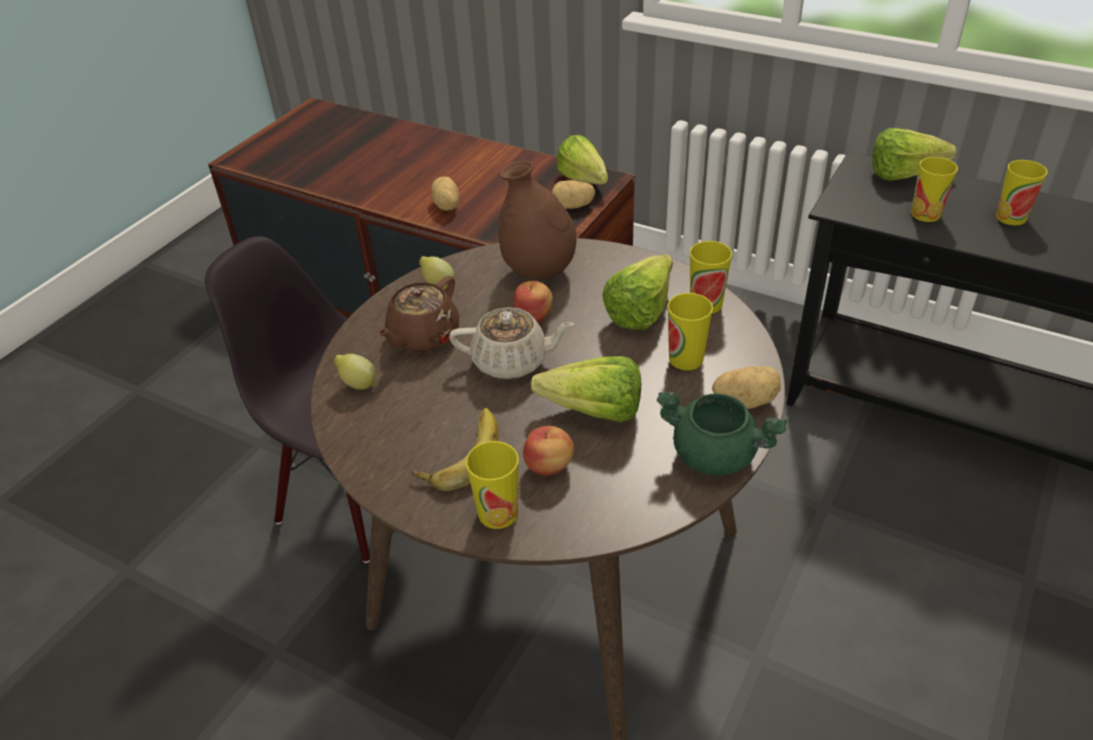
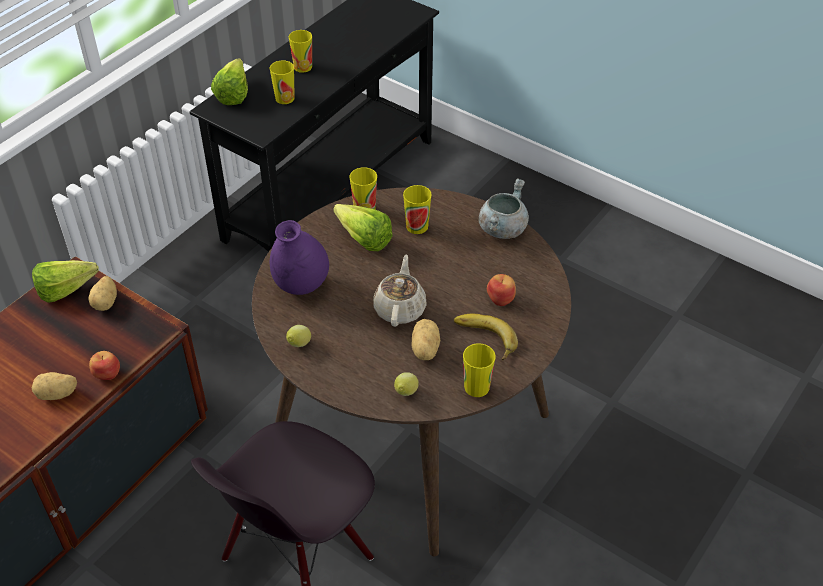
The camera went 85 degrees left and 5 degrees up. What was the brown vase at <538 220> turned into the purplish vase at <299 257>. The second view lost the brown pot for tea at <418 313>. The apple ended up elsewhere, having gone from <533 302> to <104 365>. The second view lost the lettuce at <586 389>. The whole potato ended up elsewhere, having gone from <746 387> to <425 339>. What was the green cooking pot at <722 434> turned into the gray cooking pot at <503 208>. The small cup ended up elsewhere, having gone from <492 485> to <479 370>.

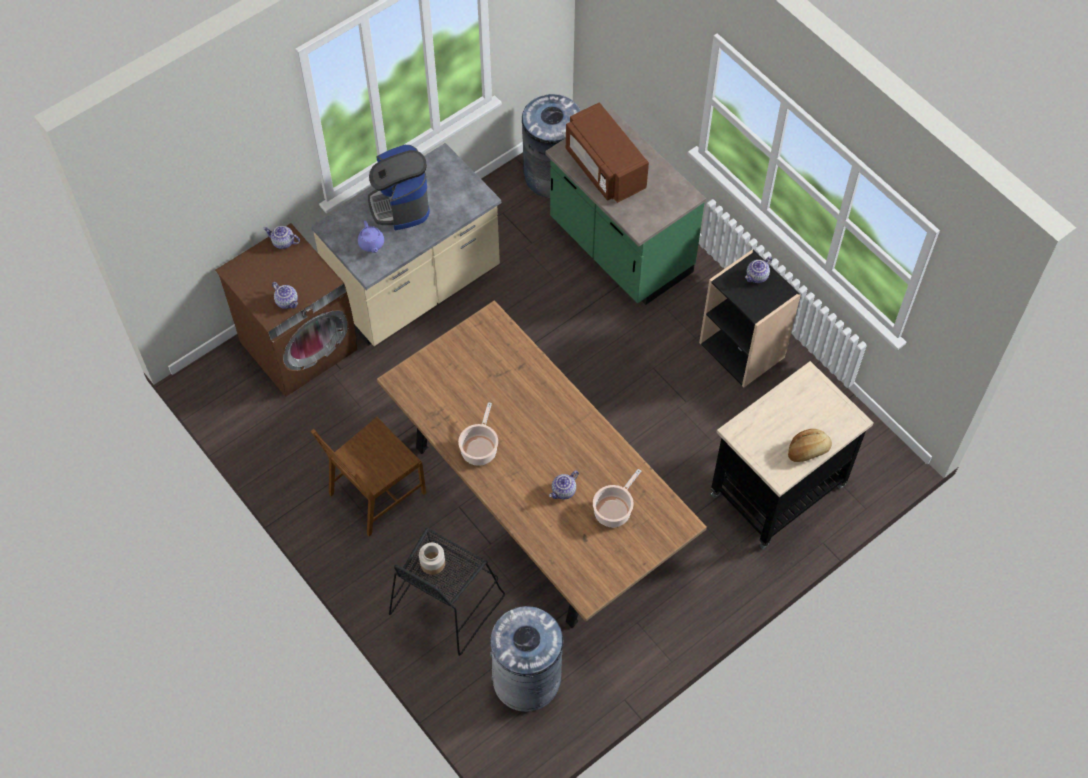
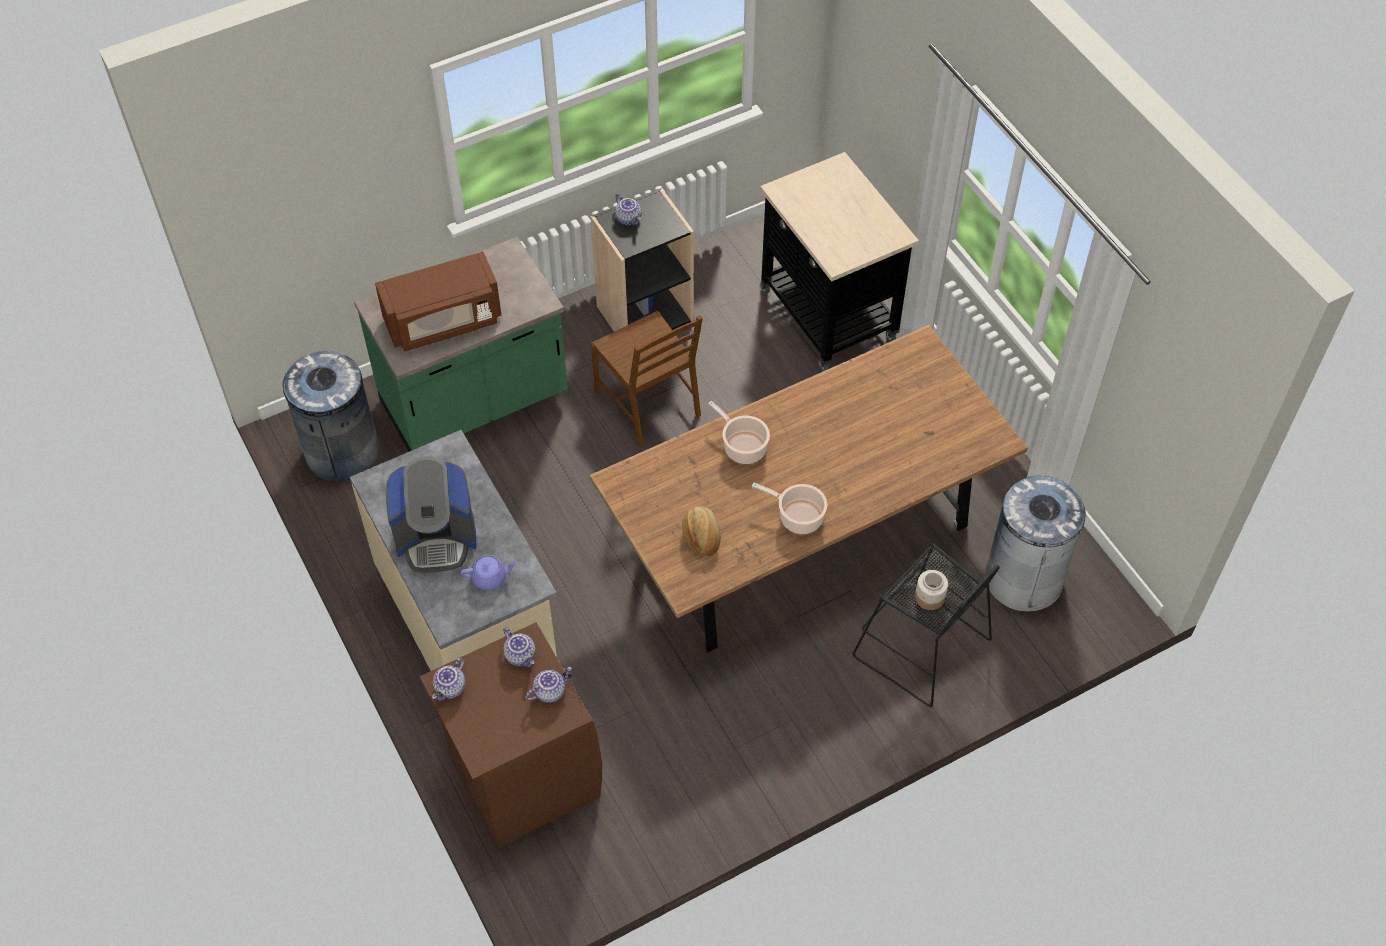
The camera went 80 degrees left and 5 degrees down. The brown chair ended up elsewhere, having gone from <368 476> to <647 379>. The bread ended up elsewhere, having gone from <810 445> to <701 531>. The cooking pot ended up elsewhere, having gone from <617 498> to <739 432>. The pot for tea ended up elsewhere, having gone from <564 484> to <519 647>.

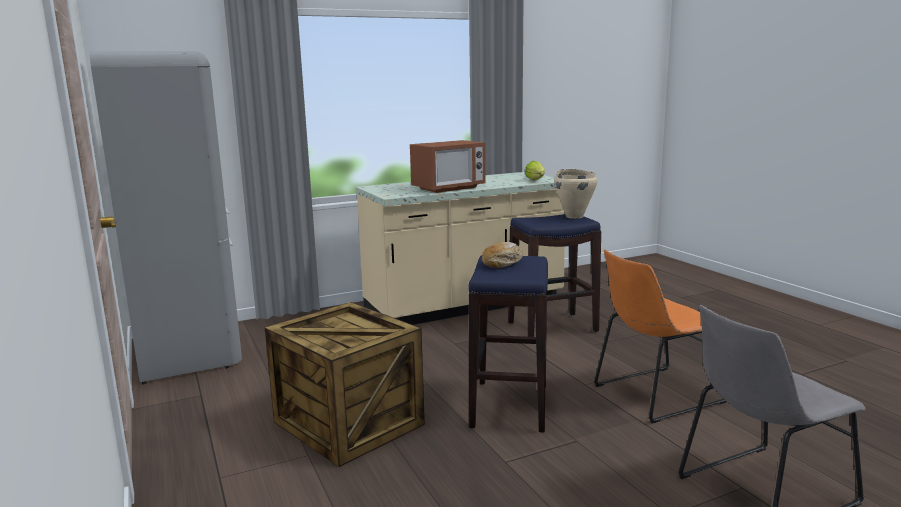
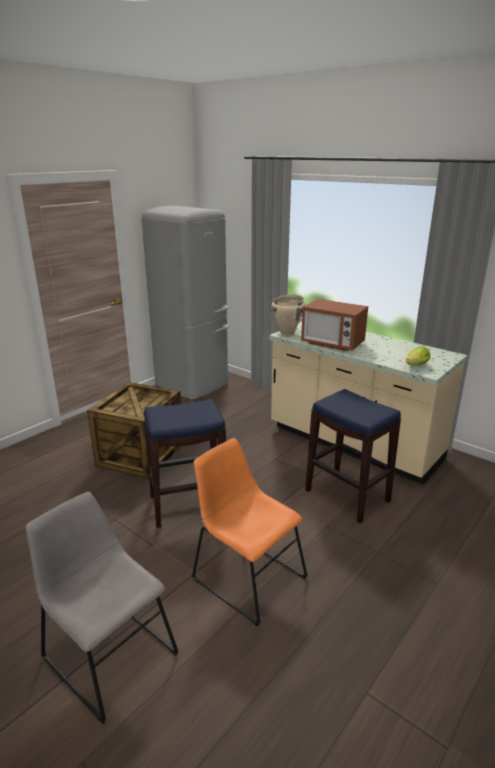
The camera went 65 degrees right and 10 degrees up. The sand-coloured cooking pot ended up elsewhere, having gone from <575 194> to <288 315>. The second view lost the bread at <502 255>.

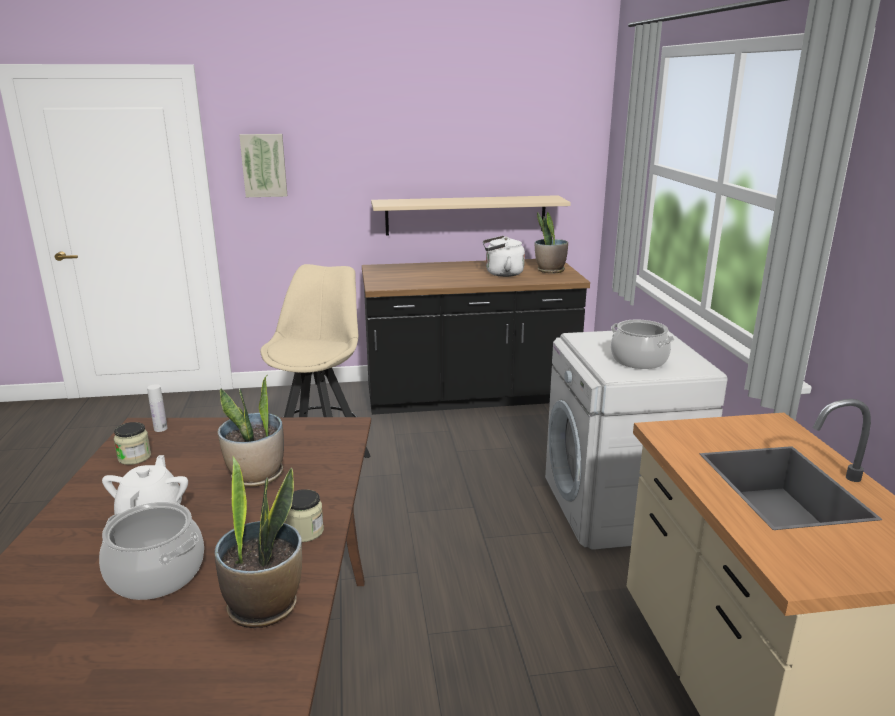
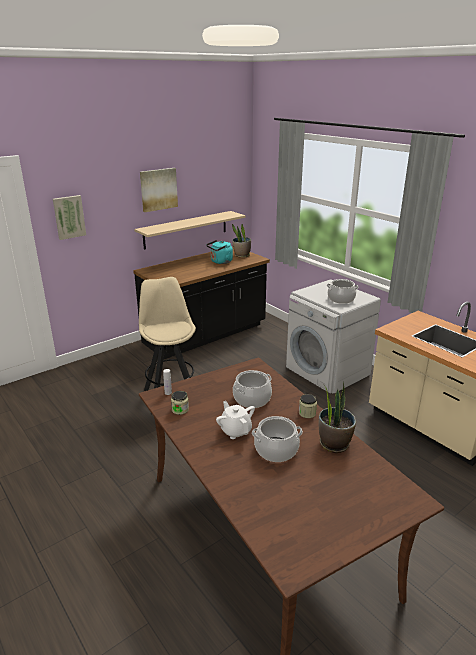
The camera went 30 degrees left and 5 degrees up. What was the whitish water kettle at <504 256> turned into the turquoise water kettle at <219 252>. Where the plant in a pot stood at <250 431>, the cooking pot came to stand at <252 389>. The second view gained the wall picture at <159 190>.

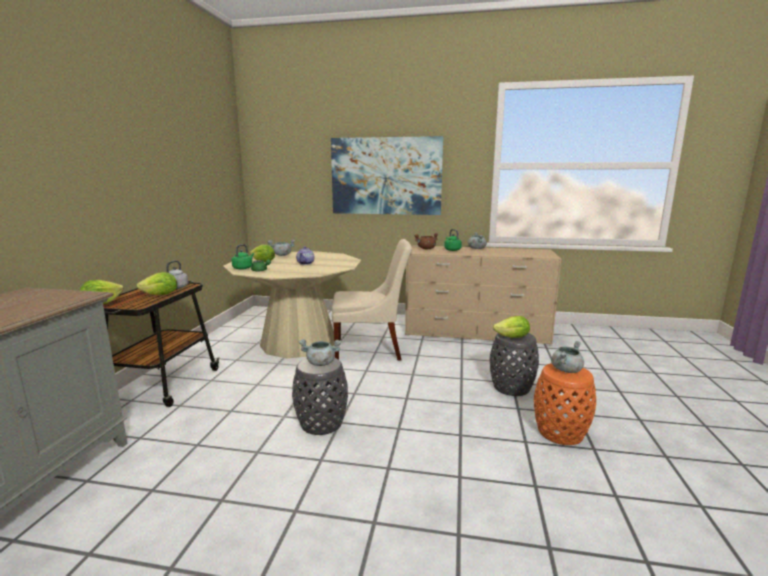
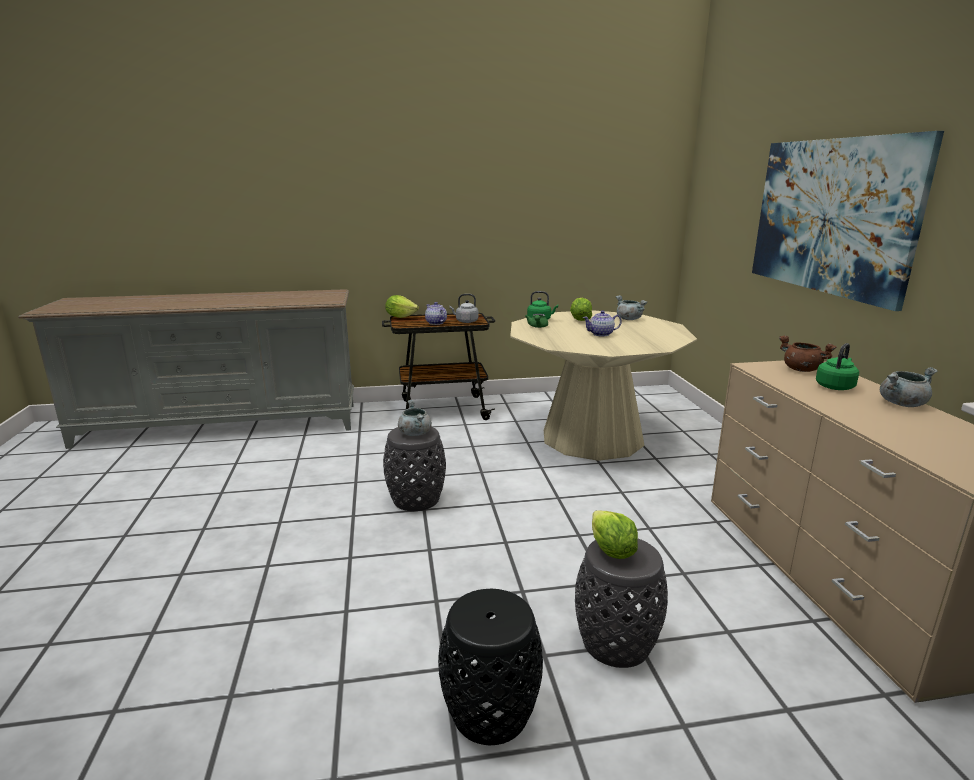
The camera went 70 degrees right and 5 degrees up. The second view lost the sand-coloured chair at <372 300>. Where the lettuce stood at <157 283>, the pot for tea came to stand at <436 313>. The second view lost the gray cooking pot at <567 357>. What was the orangey stool seat at <565 404> turned into the black stool seat at <490 667>.

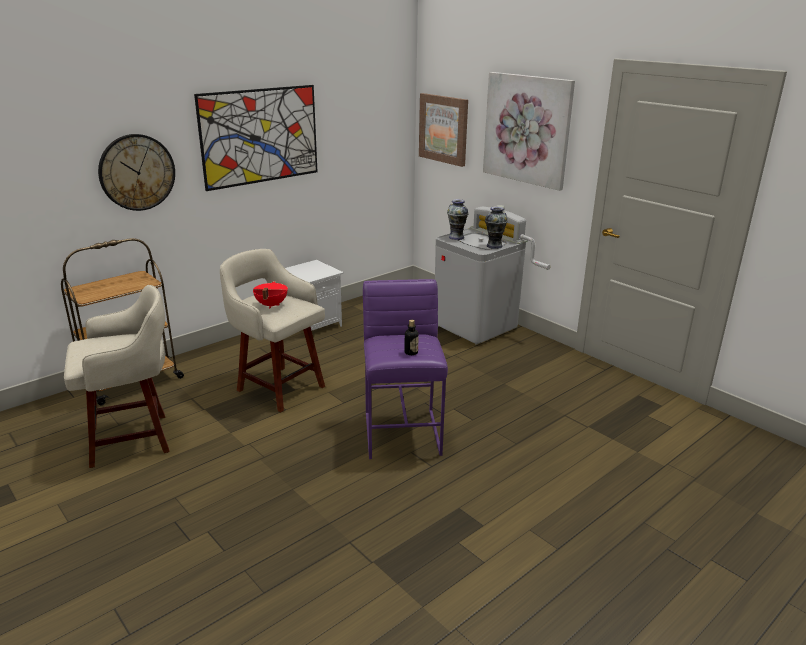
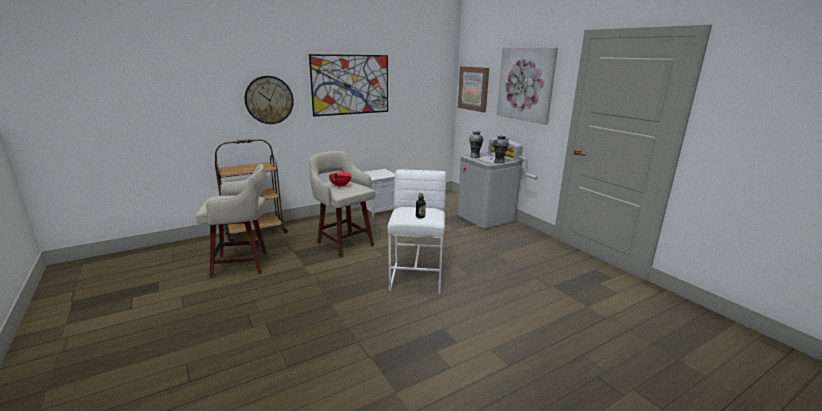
The camera went 10 degrees right and 5 degrees down. What was the purplish stool seat at <405 369> turned into the whitish stool seat at <416 231>.

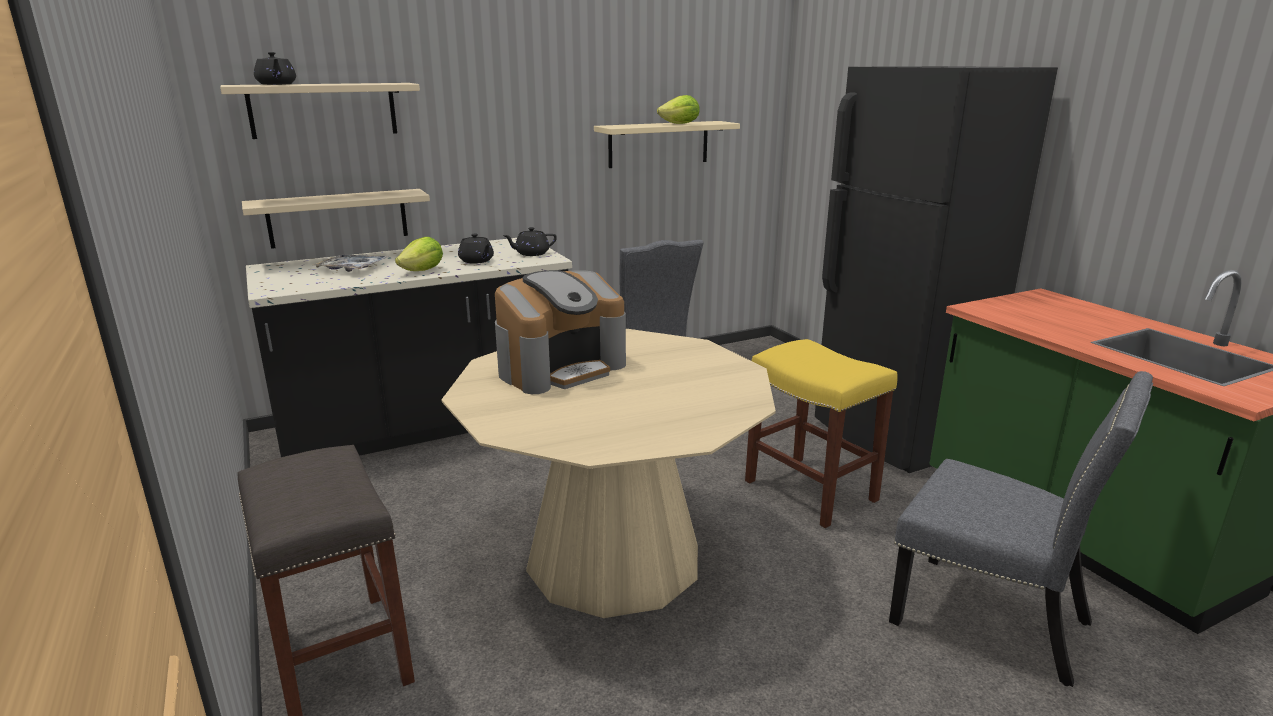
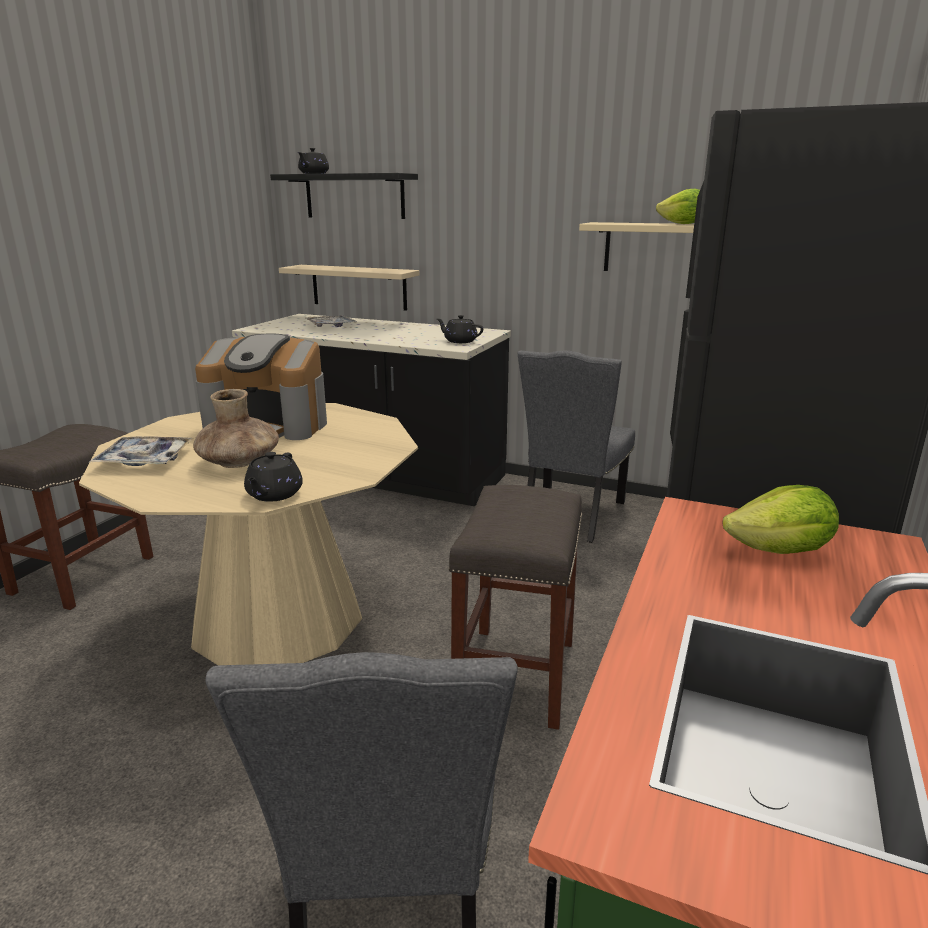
The camera went 50 degrees right and 0 degrees up. What was the sand-coloured bracket shelf at <320 111> turned into the black bracket shelf at <344 196>. The black pot for tea ended up elsewhere, having gone from <476 249> to <273 477>. The lettuce ended up elsewhere, having gone from <419 254> to <780 519>. What was the yellowish stool seat at <821 433> turned into the gray stool seat at <515 607>. The second view gained the brown vase at <236 428>. The second view gained the carrying tray at <141 451>.

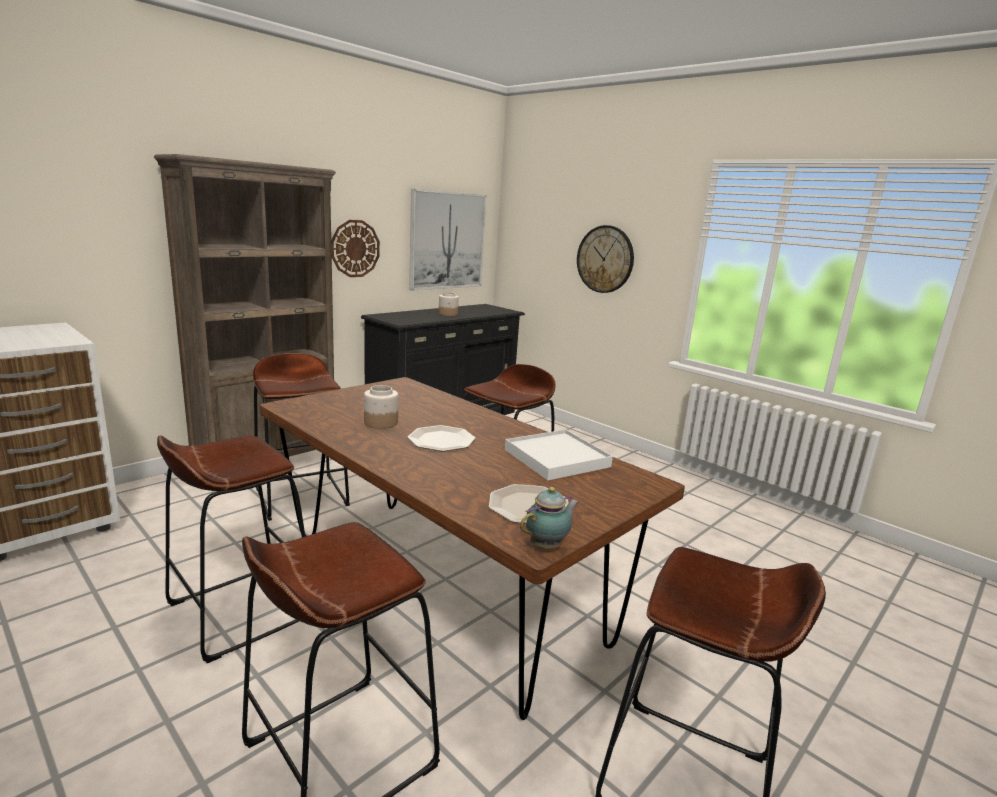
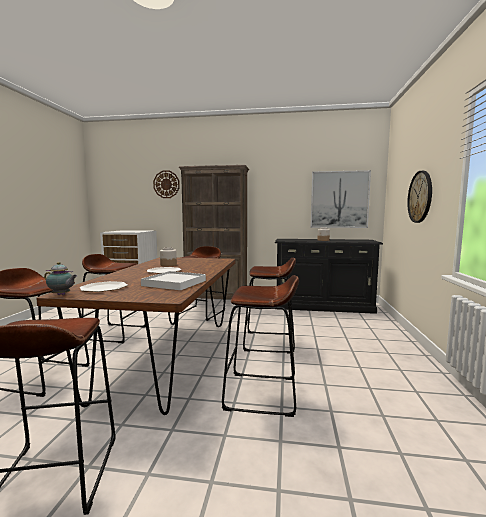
The camera went 55 degrees right and 10 degrees down. The clock on the wall ended up elsewhere, having gone from <355 248> to <166 184>. The second view gained the brown stool seat at <260 346>.

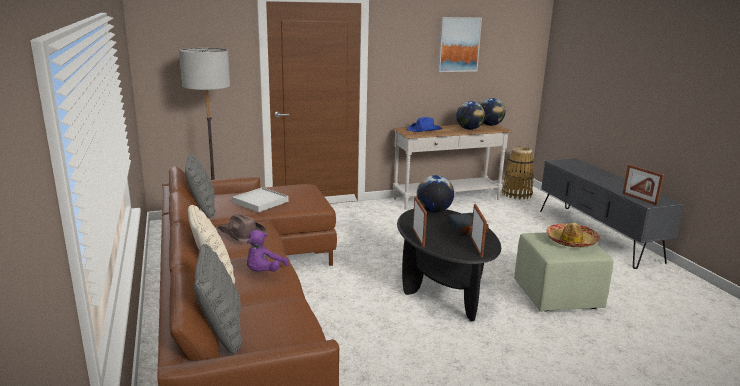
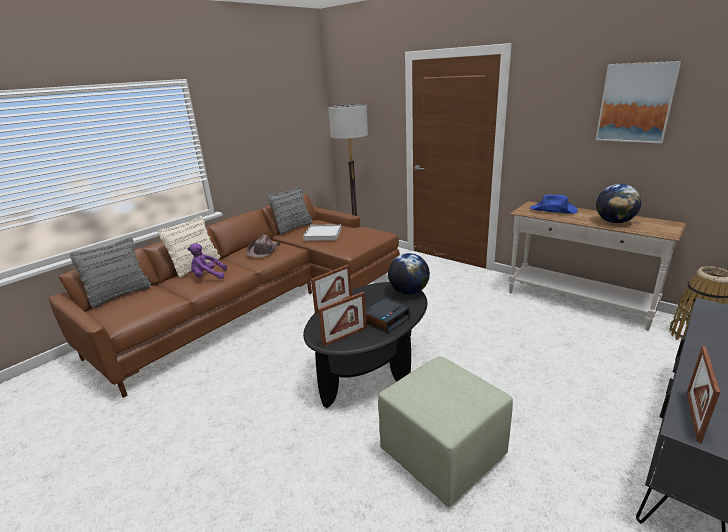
The camera went 60 degrees right and 5 degrees up. The second view lost the globe at <493 112>. The second view lost the clothing hat at <573 235>.

